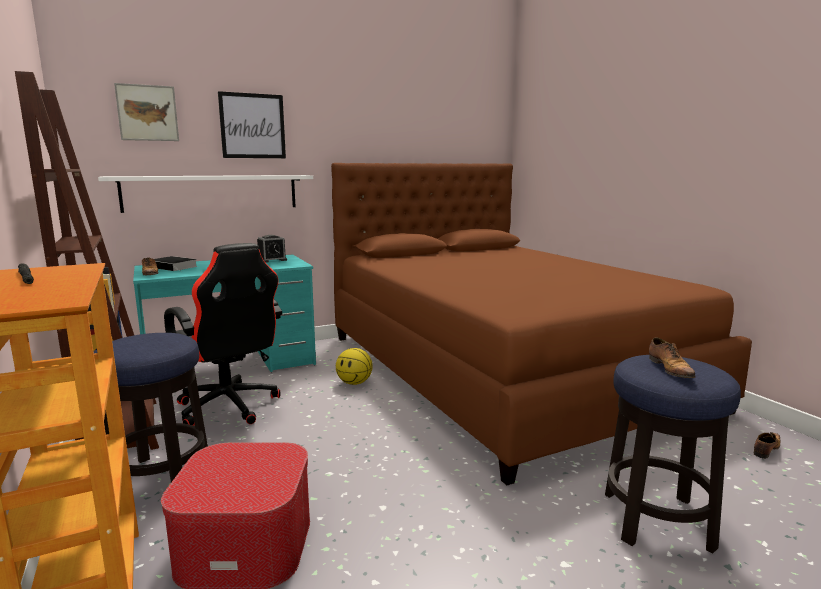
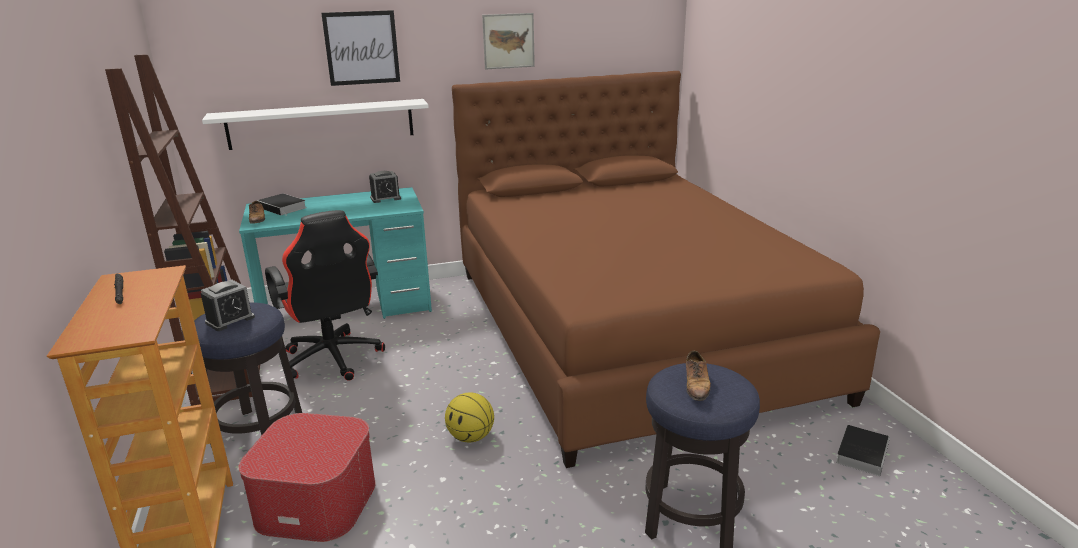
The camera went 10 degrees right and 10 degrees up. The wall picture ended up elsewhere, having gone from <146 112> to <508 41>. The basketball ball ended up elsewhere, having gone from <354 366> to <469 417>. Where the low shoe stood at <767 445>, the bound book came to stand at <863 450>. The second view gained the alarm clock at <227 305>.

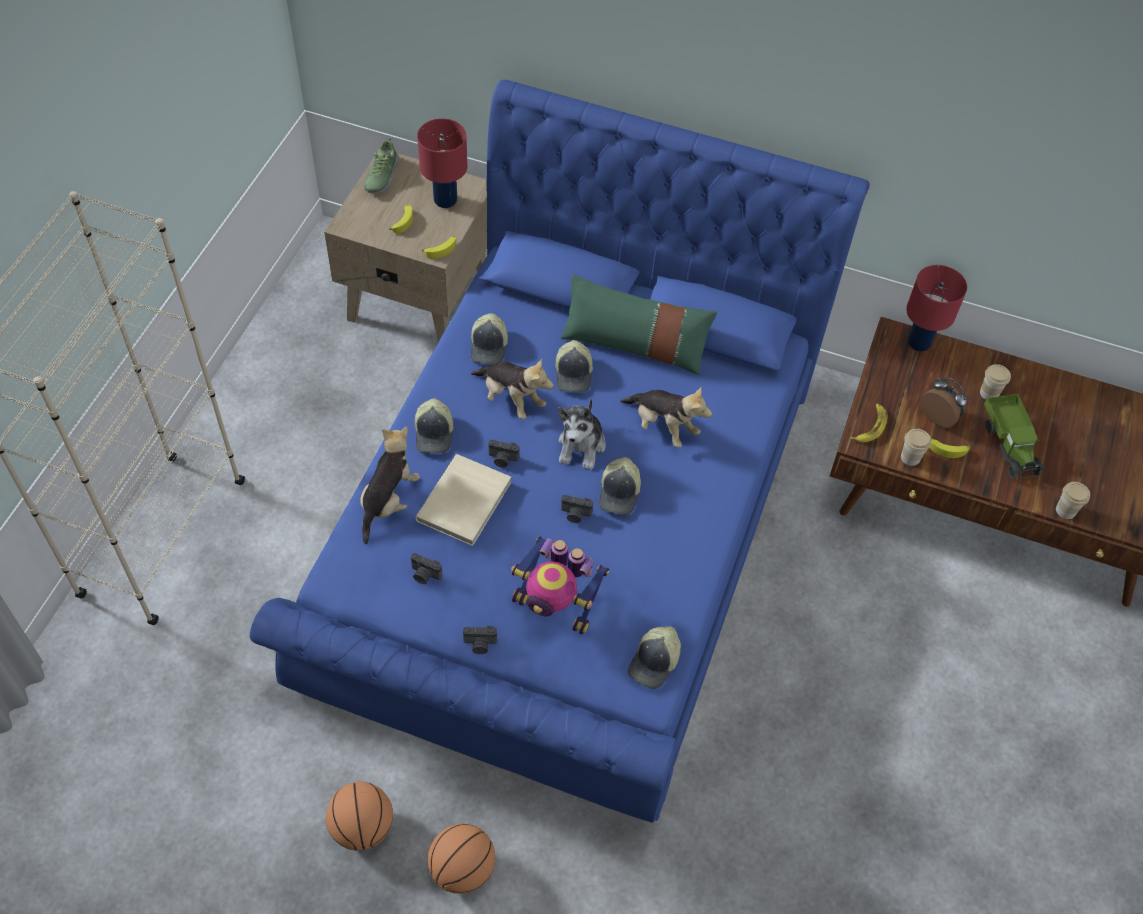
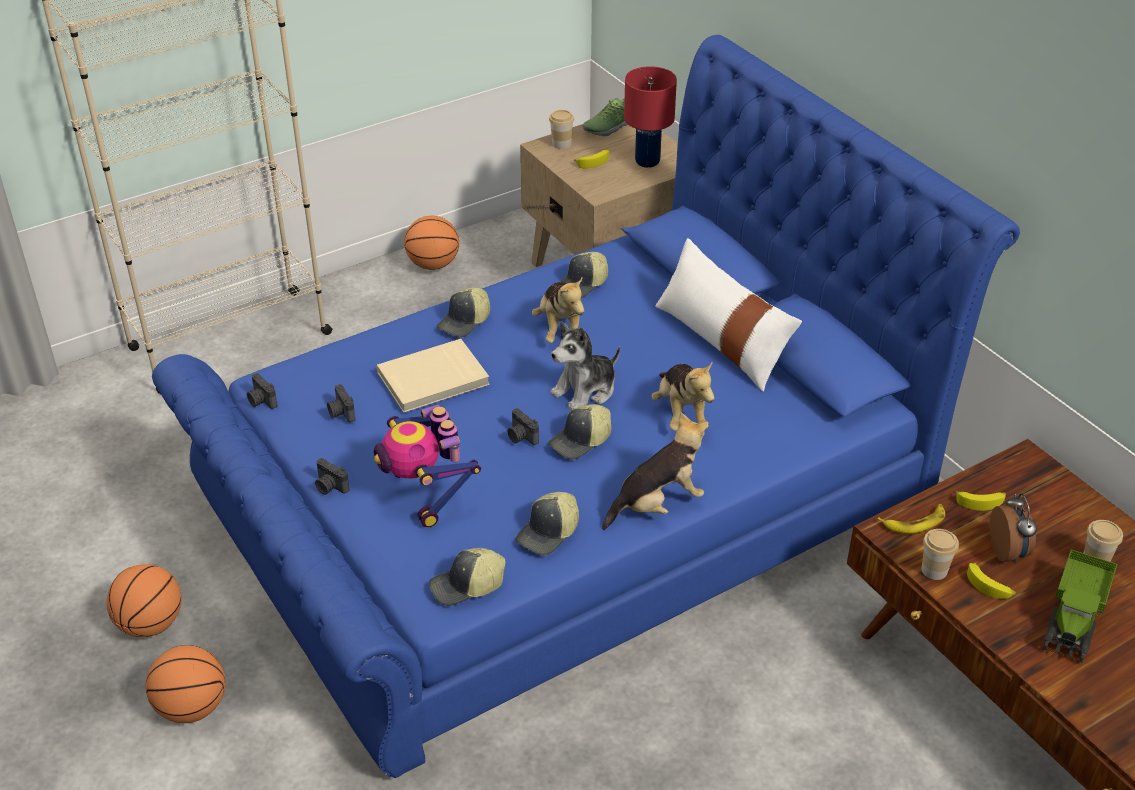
The camera went 40 degrees right and 15 degrees down. The banana ended up elsewhere, having gone from <439 247> to <980 500>. The second view lost the red-coloured table lamp at <936 308>. What was the green cushion at <639 324> turned into the whitish cushion at <728 315>. The cap ended up elsewhere, having gone from <574 366> to <547 523>. The cuddly toy ended up elsewhere, having gone from <390 485> to <655 471>. The still camera ended up elsewhere, having gone from <503 453> to <262 391>. The small cup ended up elsewhere, having gone from <1073 500> to <561 129>. The second view gained the basketball ball at <431 243>.

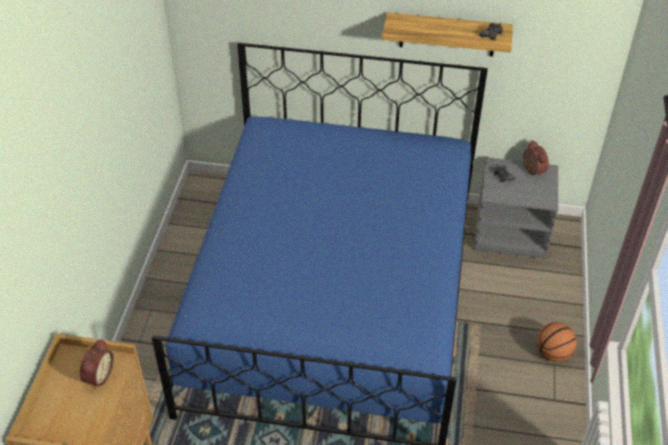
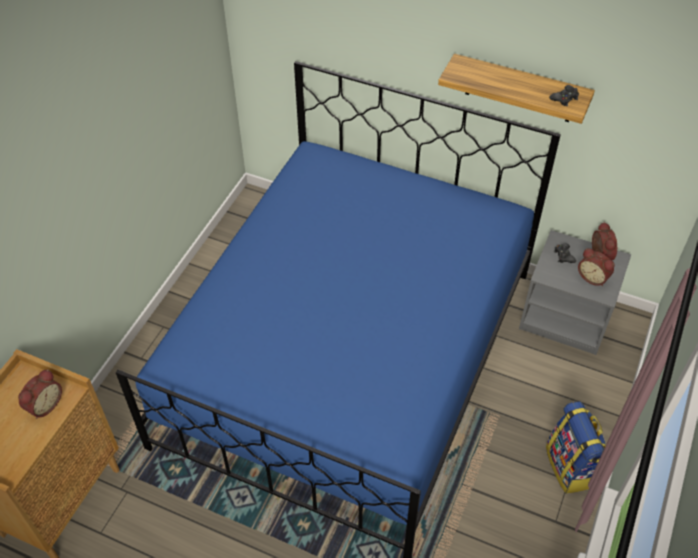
The camera went 15 degrees right and 5 degrees up. Where the basketball ball stood at <557 342>, the rucksack came to stand at <576 447>. The second view gained the alarm clock at <596 267>.

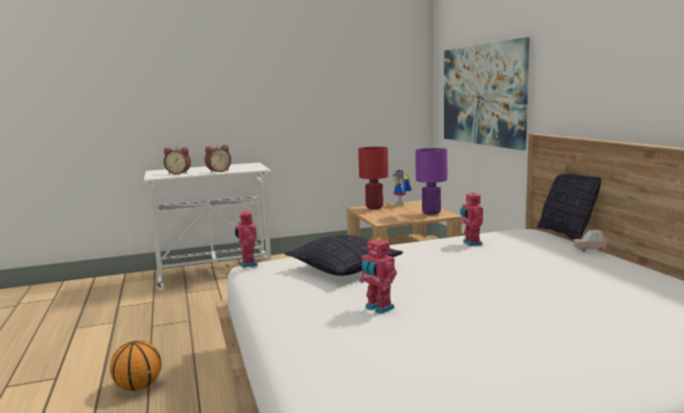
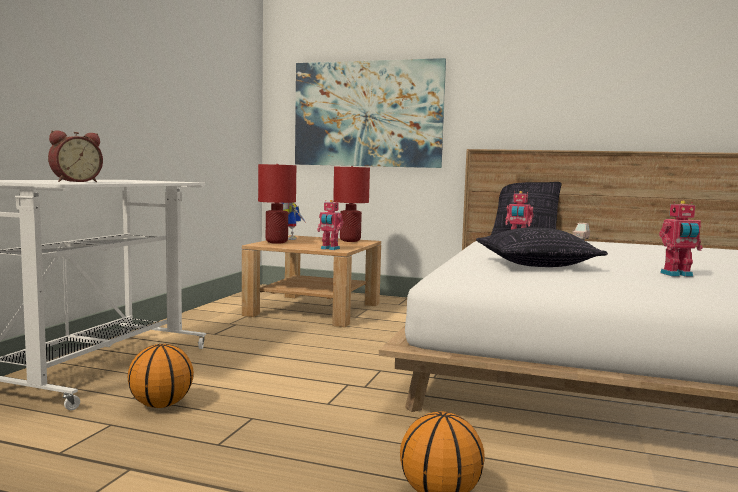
The camera went 55 degrees left and 5 degrees down. The second view lost the alarm clock at <218 159>. What was the purplish table lamp at <431 181> turned into the red-coloured table lamp at <351 204>. The model robot ended up elsewhere, having gone from <246 238> to <330 225>. The second view gained the basketball ball at <161 376>.

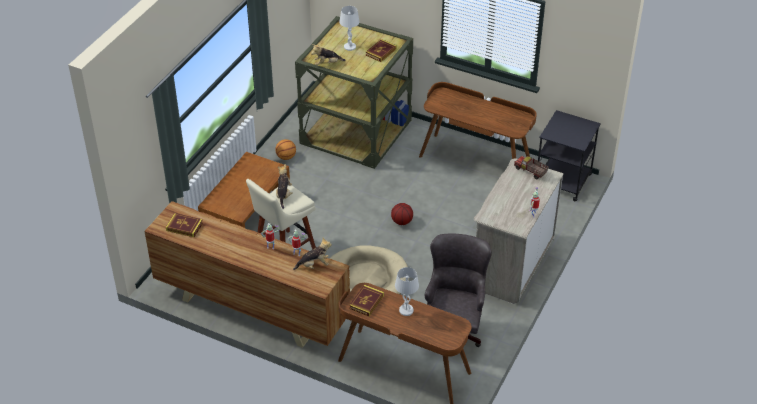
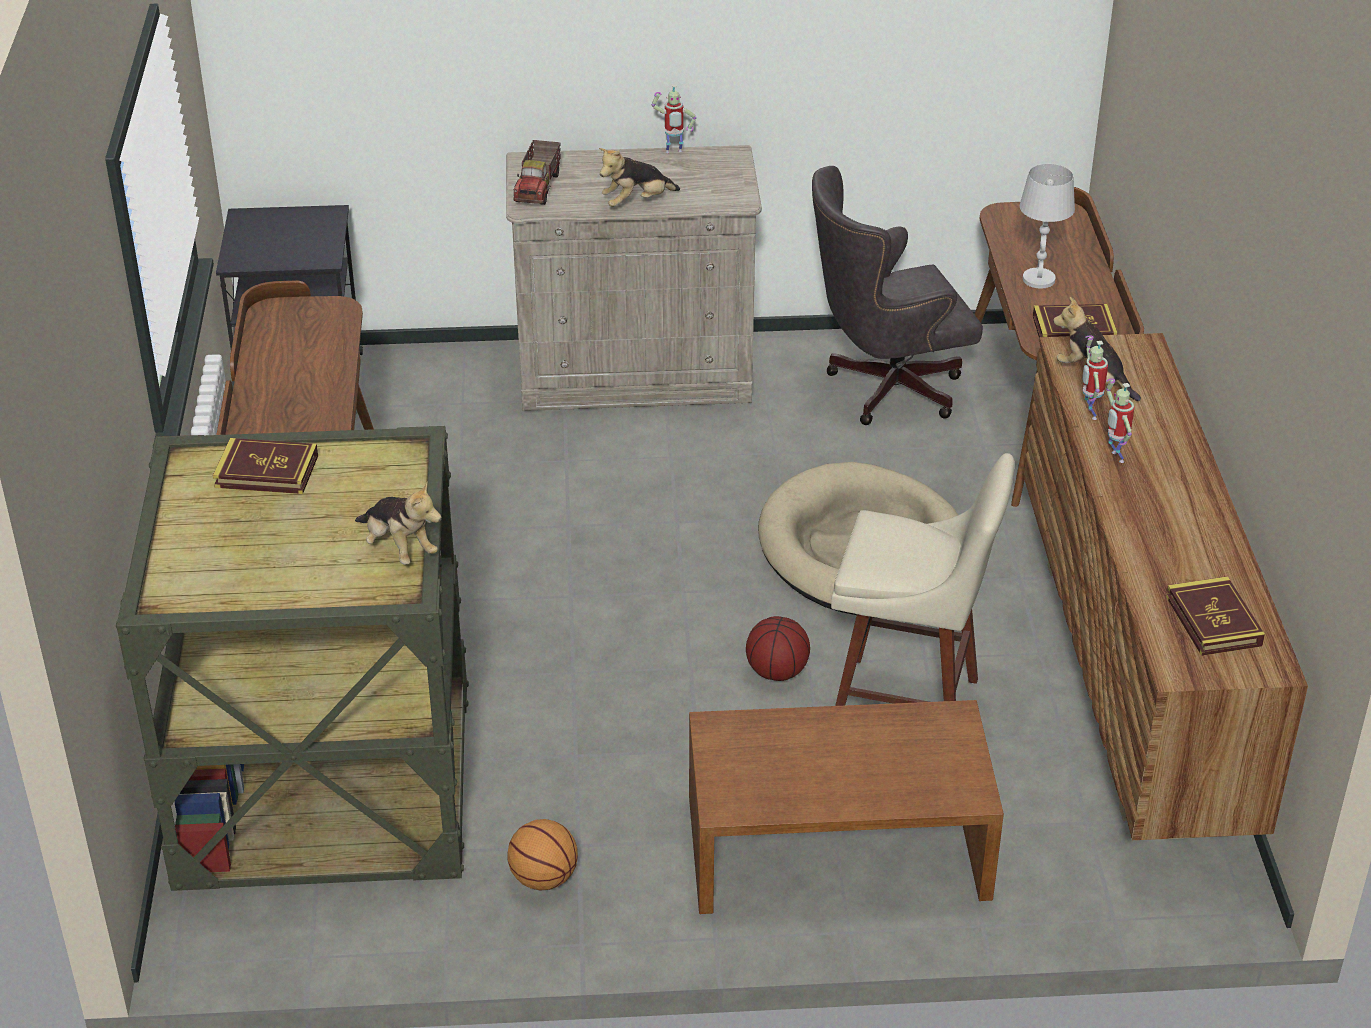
The camera went 120 degrees left and 5 degrees down. The second view lost the whitish table lamp at <350 28>. The cuddly toy ended up elsewhere, having gone from <284 186> to <639 177>. The basketball ball ended up elsewhere, having gone from <402 214> to <778 648>.

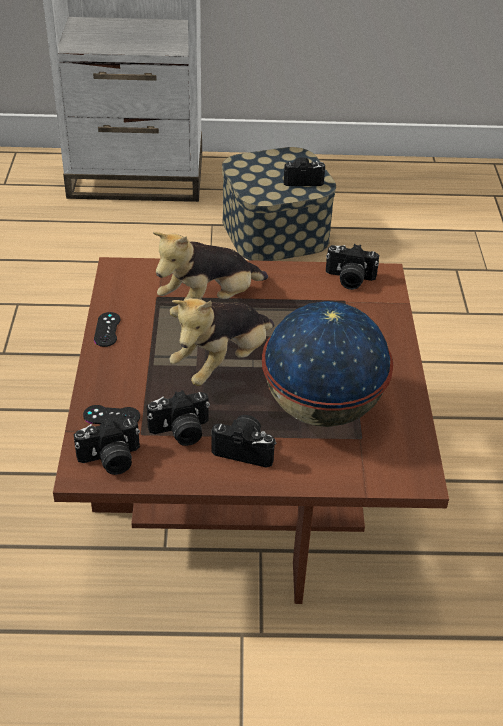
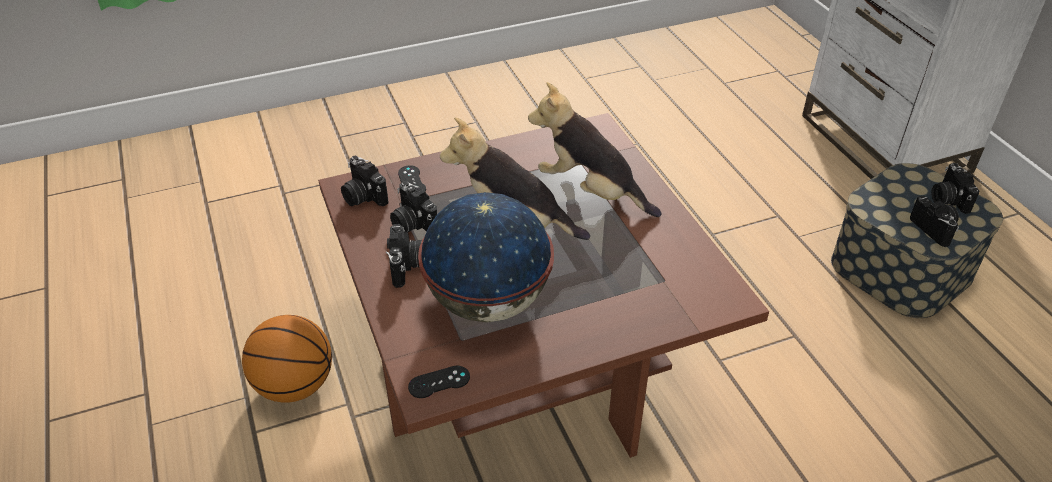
The camera went 70 degrees right and 0 degrees up. The still camera ended up elsewhere, having gone from <352 267> to <955 188>. The black game controller ended up elsewhere, having gone from <107 329> to <439 382>. The second view gained the basketball ball at <287 359>.

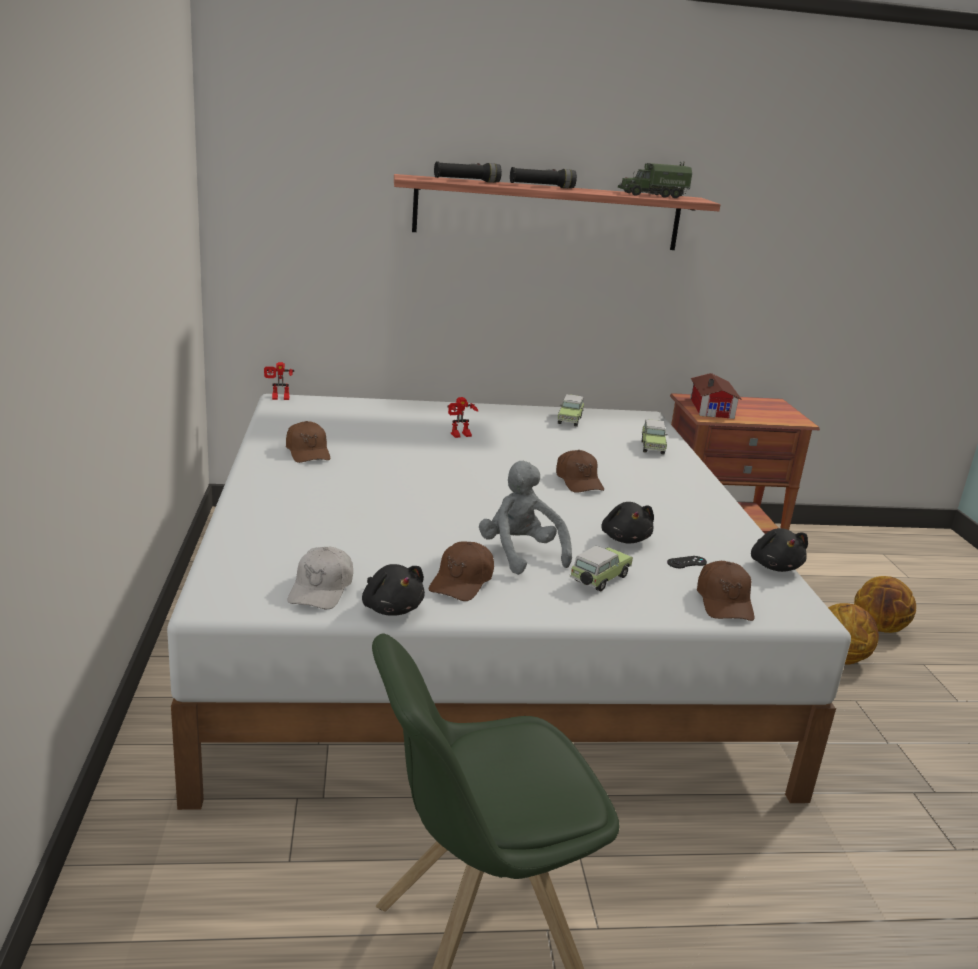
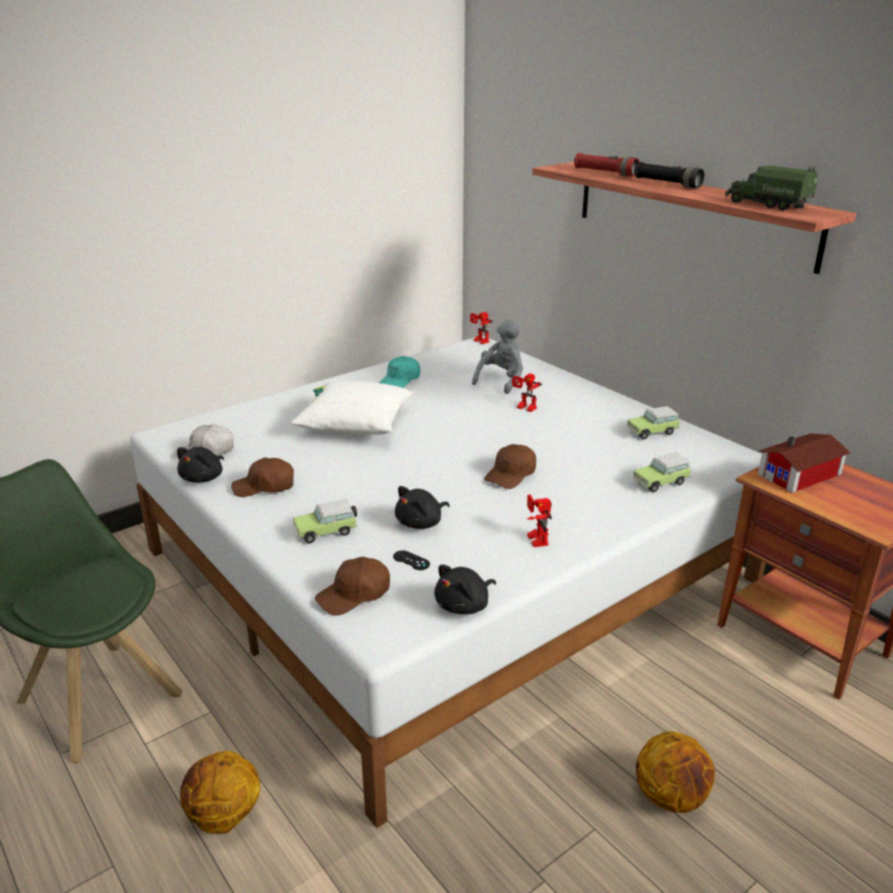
The camera went 60 degrees right and 5 degrees up. What was the black flashlight at <468 172> turned into the red-coloured flashlight at <606 164>. What was the brown cap at <308 442> turned into the turquoise cap at <399 372>. The gray cuddly toy ended up elsewhere, having gone from <525 518> to <497 357>. The model car at <601 569> ended up facing another way, 150 degrees clockwise from before. The basketball ball ended up elsewhere, having gone from <885 604> to <220 792>. The second view gained the whitish cushion at <352 407>. The second view gained the model robot at <539 520>.

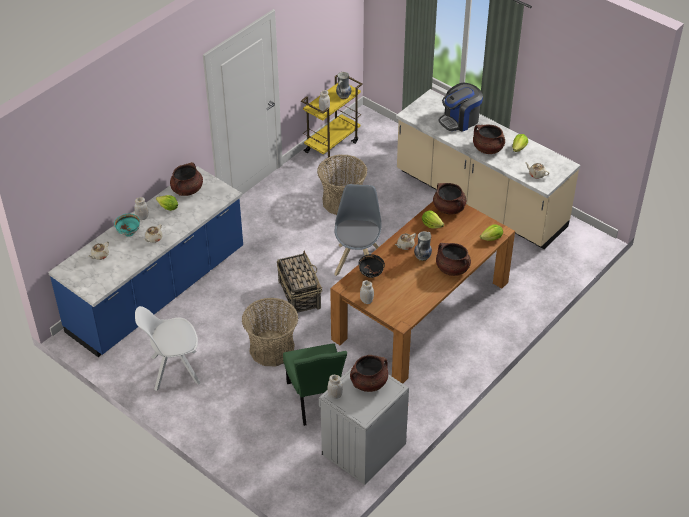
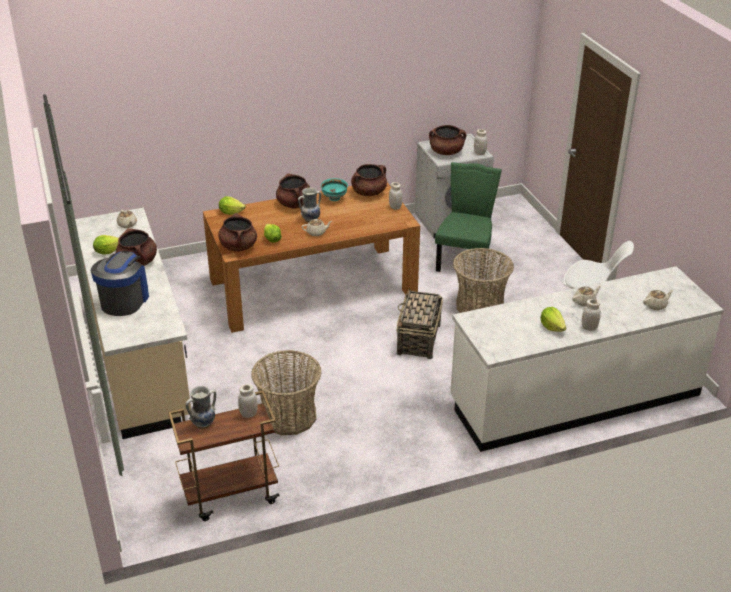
The camera went 150 degrees left and 10 degrees down. What was the yellowish cart at <332 120> turned into the brown cart at <224 455>. The coffee maker at <460 107> ended up facing another way, 75 degrees counterclockwise from before. The brown cooking pot ended up elsewhere, having gone from <186 179> to <369 180>. What was the blue counter at <145 261> turned into the whitish counter at <586 359>. The second view lost the gray chair at <357 230>. The turquoise deep dish ended up elsewhere, having gone from <127 225> to <334 189>. The second view lost the black deep dish at <371 266>.

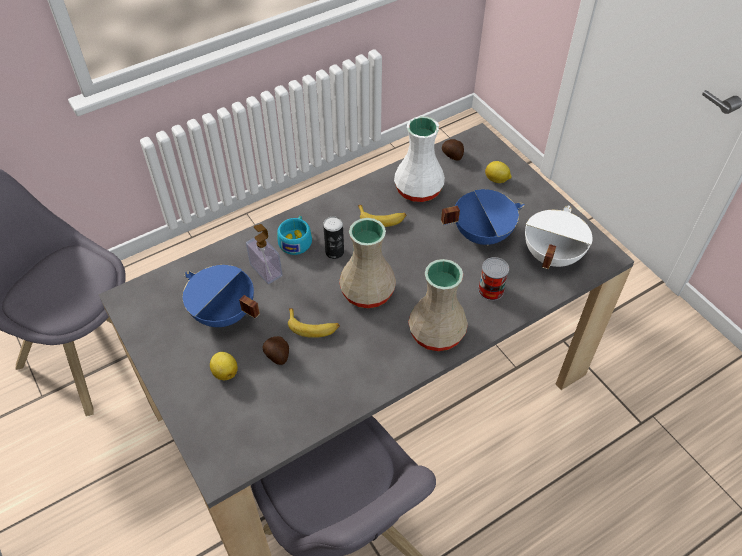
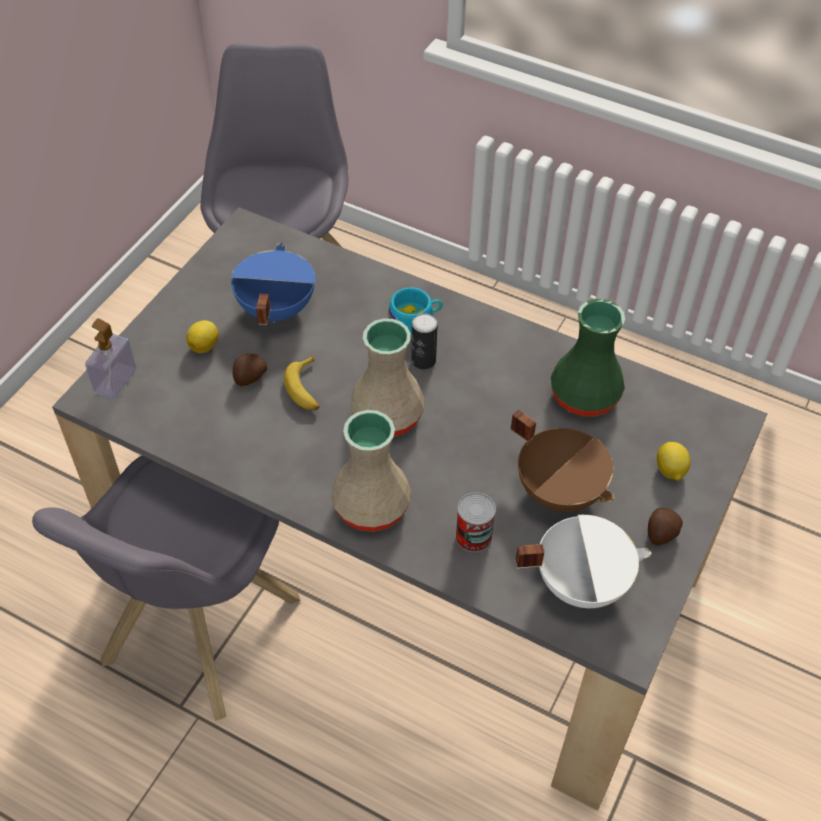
The camera went 60 degrees right and 0 degrees up. What was the whitish vase at <419 159> turned into the green vase at <588 357>. The whole potato ended up elsewhere, having gone from <453 150> to <665 527>. What was the blue cooking pot at <483 217> turned into the brown cooking pot at <562 461>. The second view lost the banana at <382 216>. The soap dispenser ended up elsewhere, having gone from <264 254> to <110 358>.

